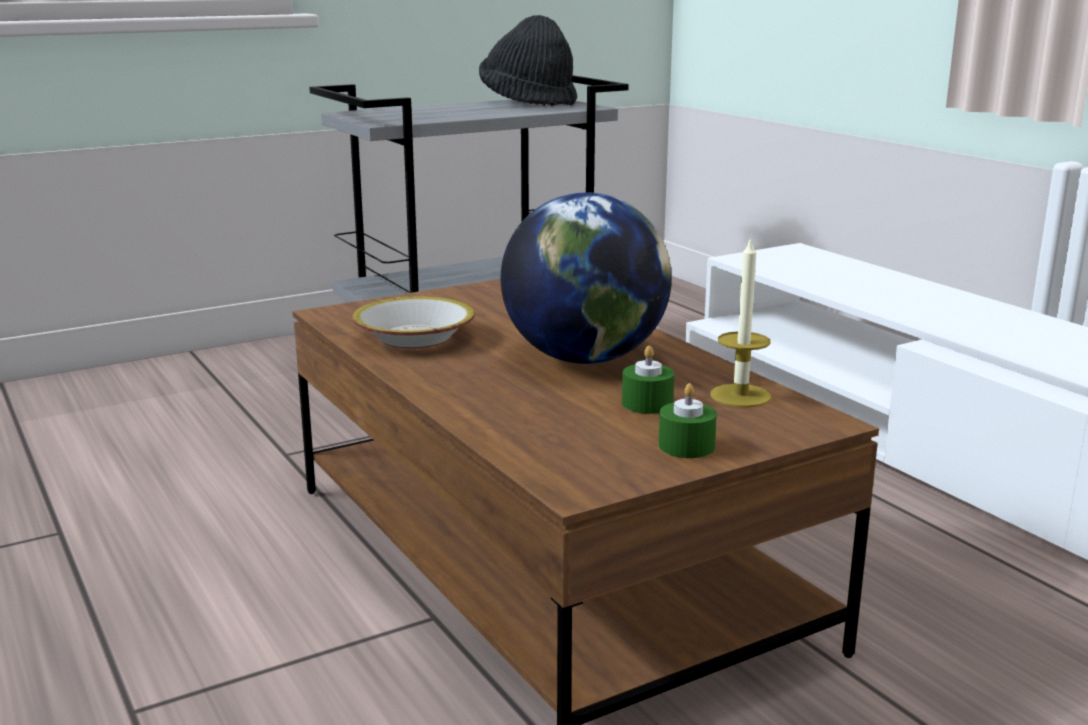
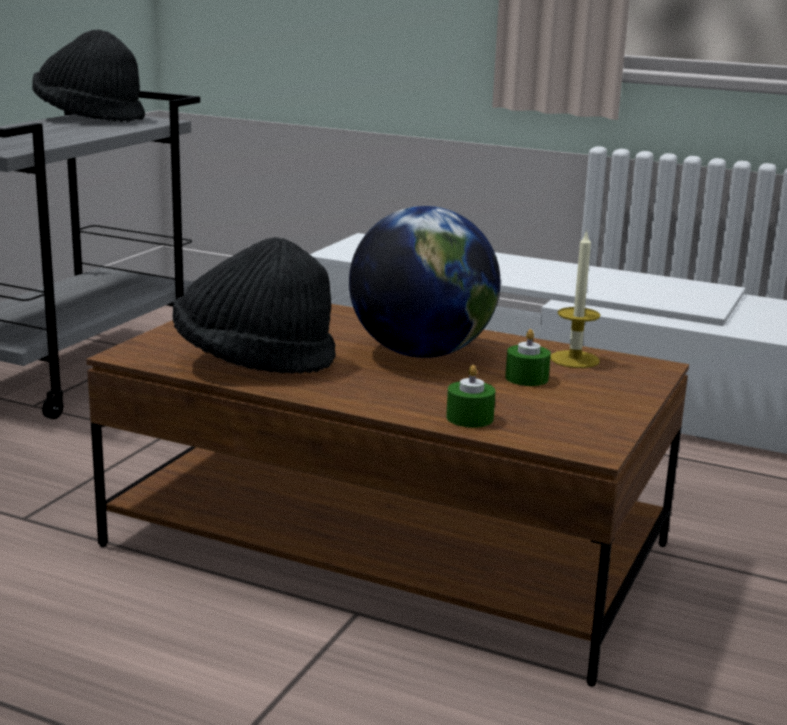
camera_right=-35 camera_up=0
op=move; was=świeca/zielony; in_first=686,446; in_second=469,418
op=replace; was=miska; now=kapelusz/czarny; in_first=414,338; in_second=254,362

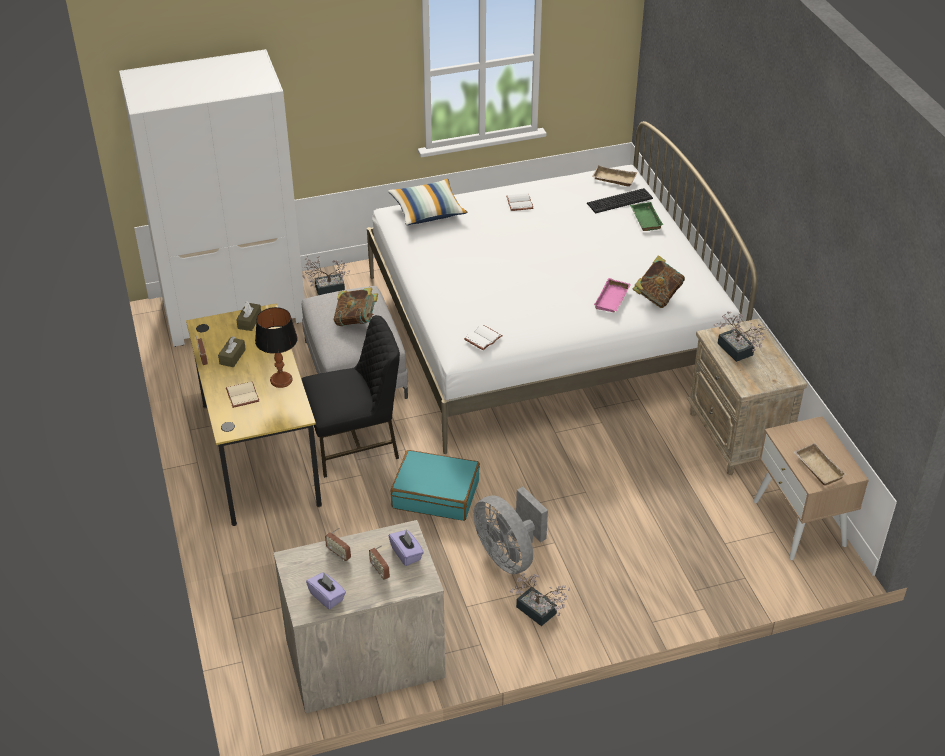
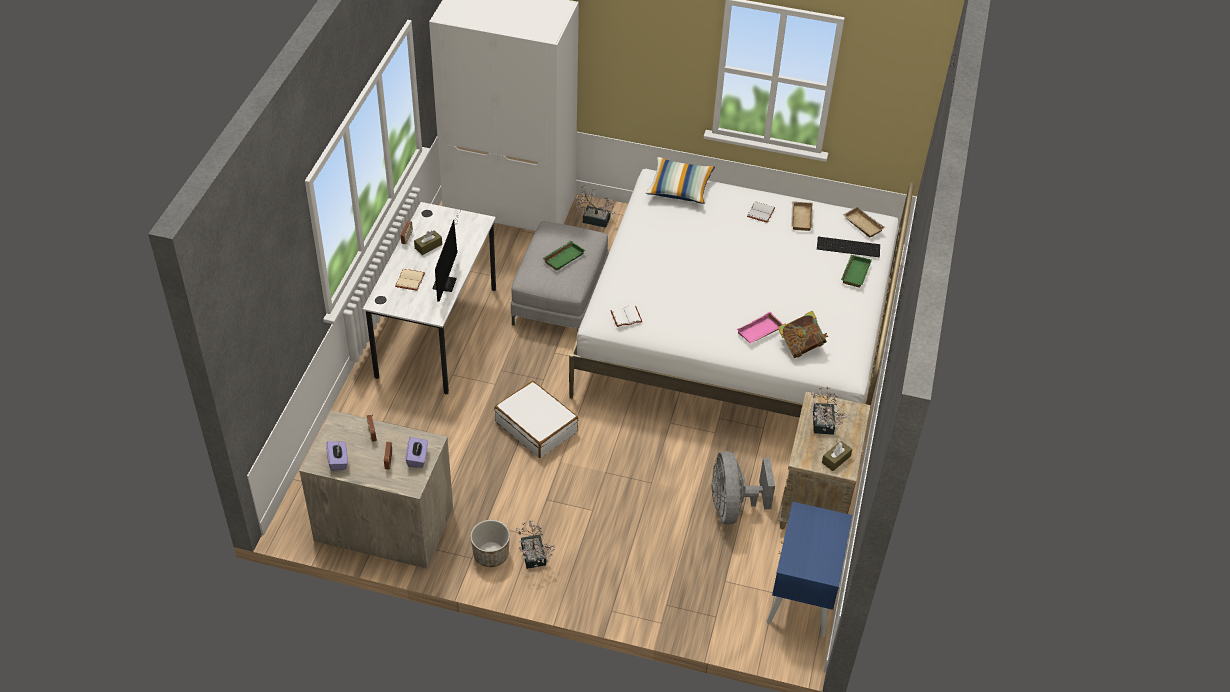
camera_right=30 camera_up=5
op=delete; was=krzesło/czarny; in_first=355,444
op=insert; now=donica; in_second=491,554
op=move; was=pudełko chusteczek/brązowy; in_first=249,321; in_second=836,459
op=move; was=wentylator/szary; in_first=509,555; in_second=733,507
op=move; was=taca/beżowy; in_first=816,468; in_second=800,218
op=replace; was=lampa stołowa; now=monitor; in_first=281,380; in_second=446,281
op=replace; was=książka; now=taca/zielony; in_first=356,320; in_second=563,257
op=recolor; was=biurko/żółty; now=biurko/biały; in_first=260,454; in_second=437,332
op=recolor; was=walizka/turkusowy; now=walizka/biały; in_first=436,494; in_second=536,426
op=recolor; was=szafka nocna/beżowy; now=szafka nocna/niebieski; in_first=799,523; in_second=802,597

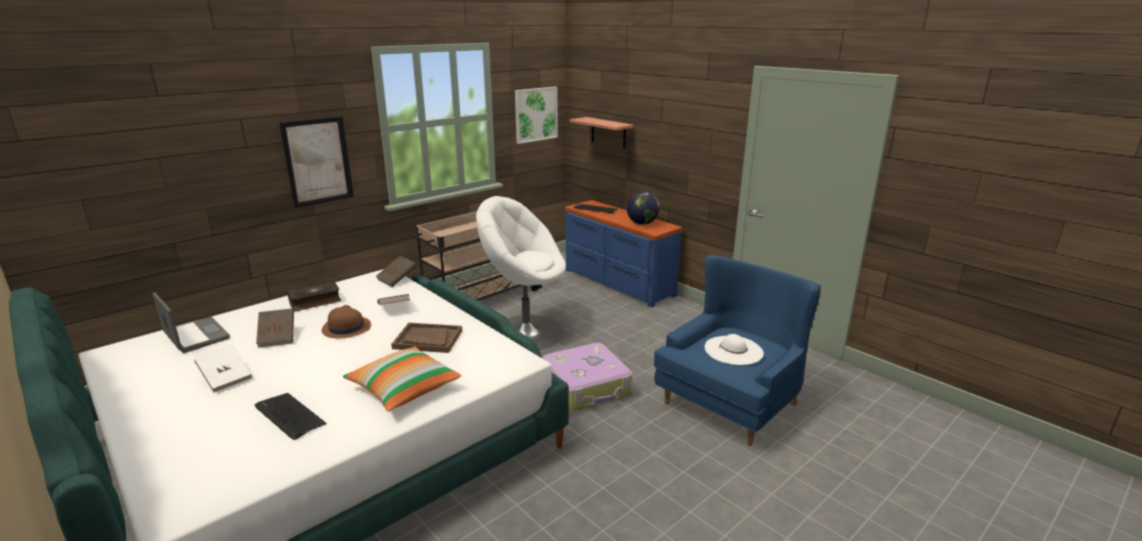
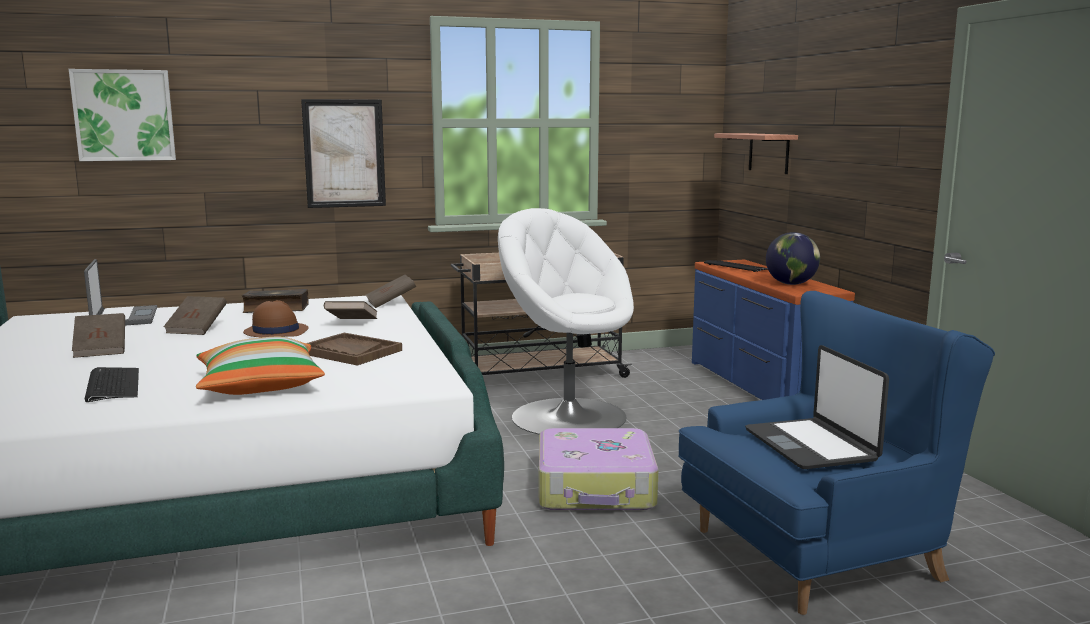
camera_right=25 camera_up=-10
op=move; was=obraz; in_first=535,114; in_second=124,115
op=replace; was=kapelusz/biały; now=laptop; in_first=733,350; in_second=811,445
op=recolor; was=książka/biały; now=książka/brązowy; in_first=225,378; in_second=101,349

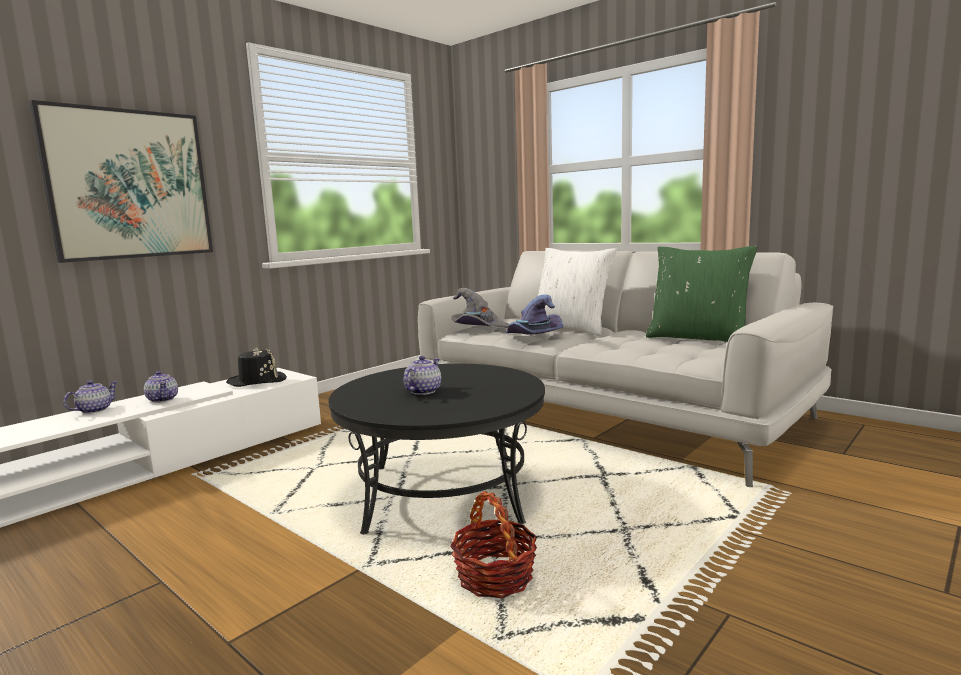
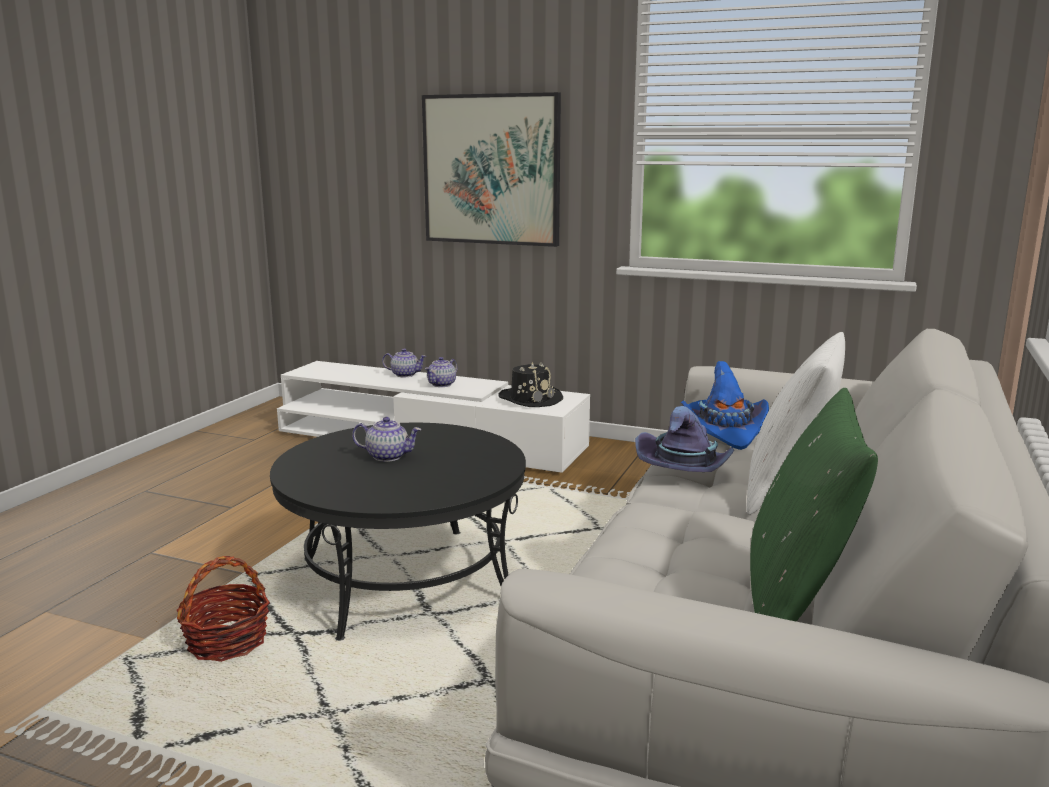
camera_right=70 camera_up=5
op=recolor; was=kapelusz/szary; now=kapelusz/niebieski; in_first=479,328; in_second=725,431

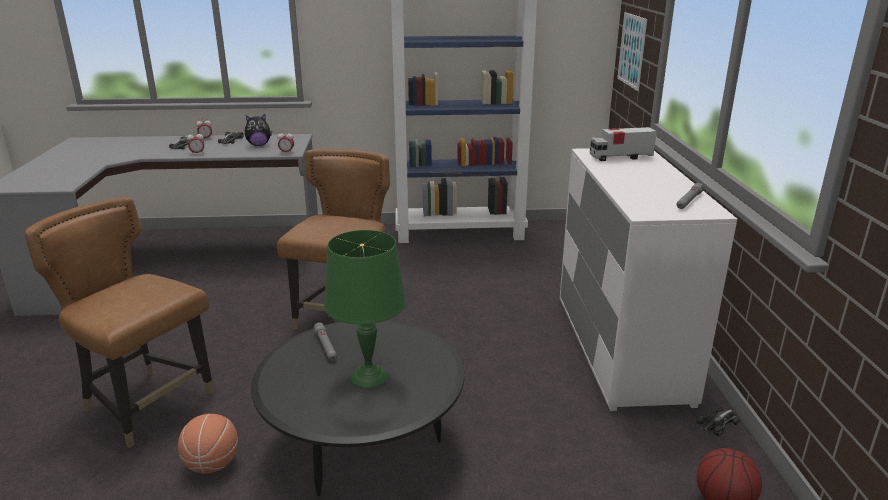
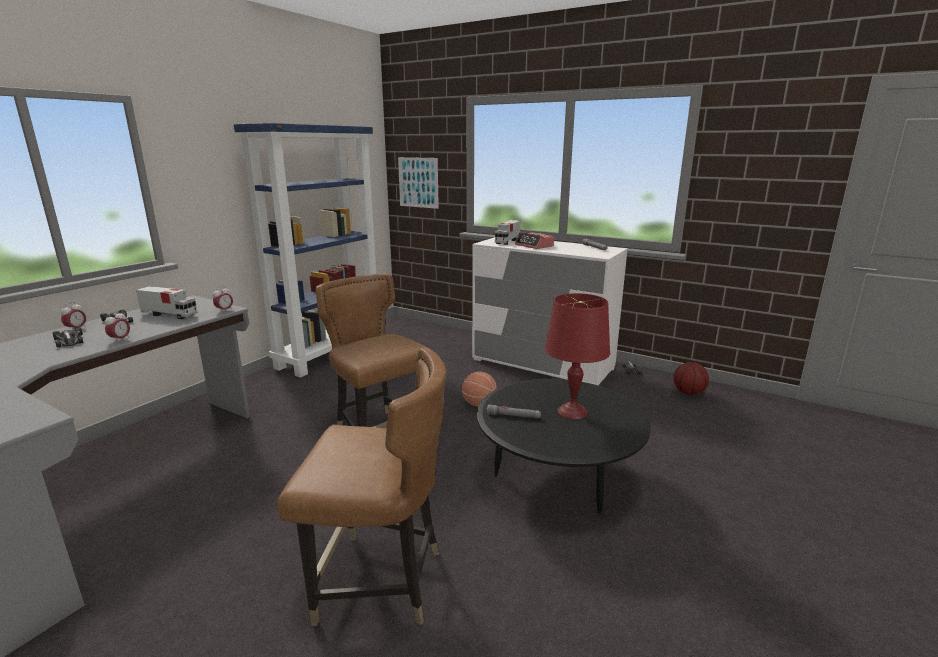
camera_right=-55 camera_up=-5
op=insert; now=budzik; in_second=534,245
op=move; was=piłka do koszykówki; in_first=212,465; in_second=479,404
op=replace; was=pluszak; now=ciężarówka zabawkowa; in_first=259,145; in_second=170,315
op=recolor; was=lampa stołowa/zielony; now=lampa stołowa/czerwony; in_first=368,376; in_second=572,411
op=rotate; was=krzesło/brązowy; in_first=147,404; in_second=380,581; clockwise=-150

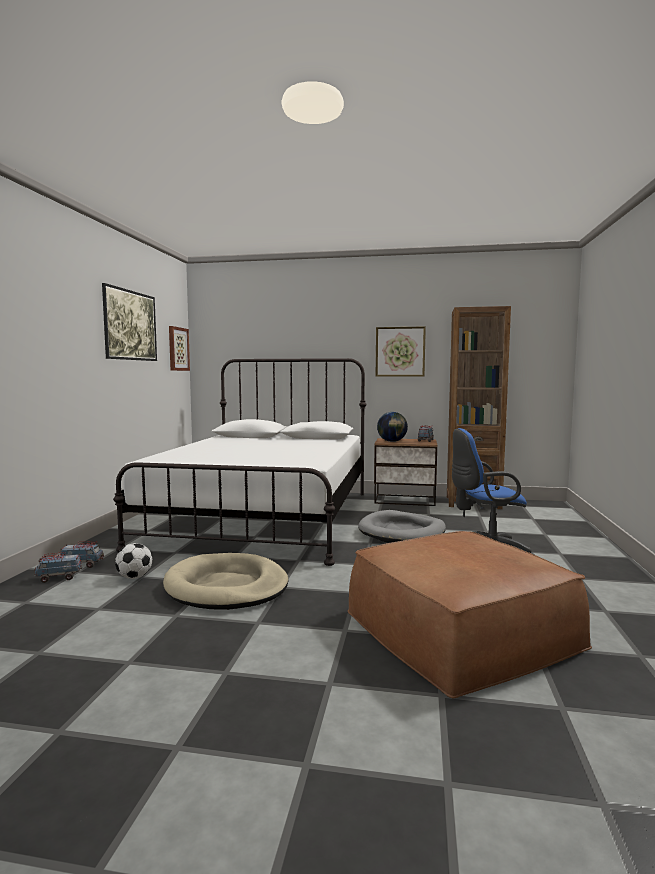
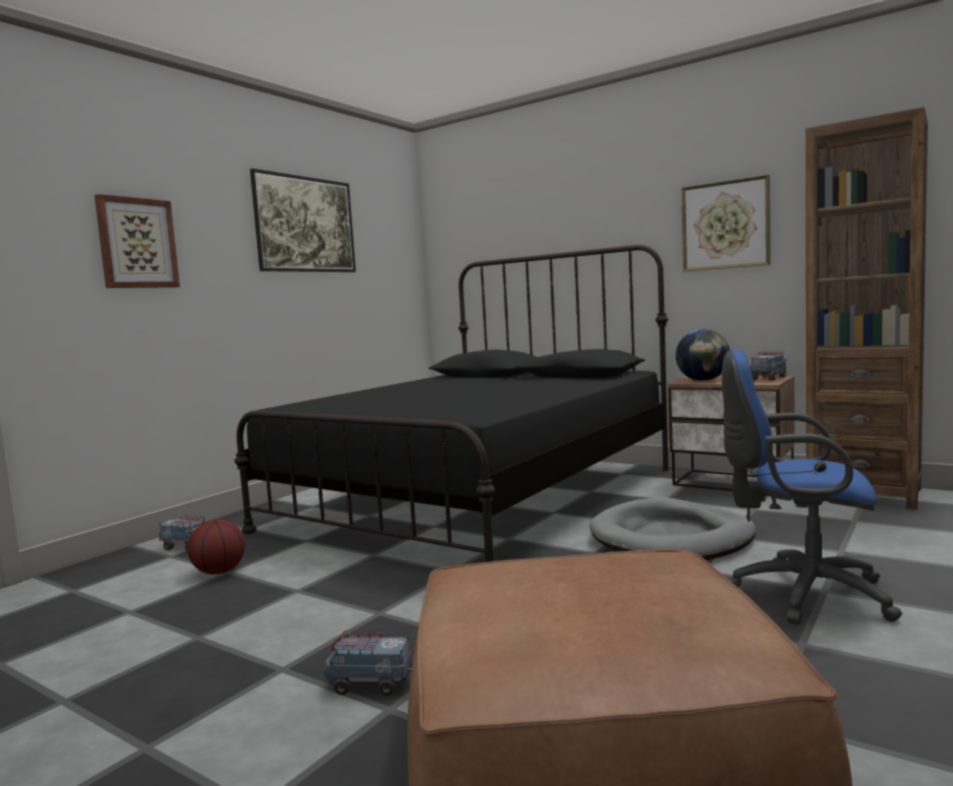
camera_right=25 camera_up=0
op=delete; was=legowisko/beżowy; in_first=226,587
op=move; was=ciężarówka zabawkowa; in_first=58,578; in_second=370,684
op=move; was=obraz; in_first=178,349; in_second=137,243
op=replace; was=piłka futbolowa; now=piłka do koszykówki; in_first=134,577; in_second=219,572
op=recolor; was=łóżko/biały; now=łóżko/czarny; in_first=264,517; in_second=478,498

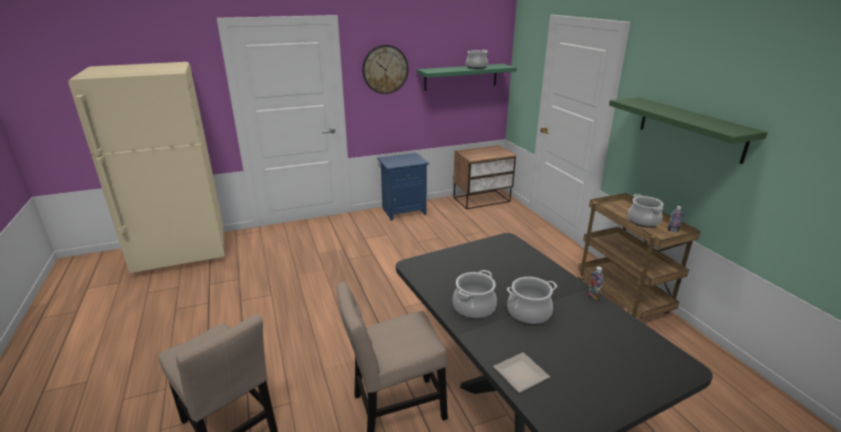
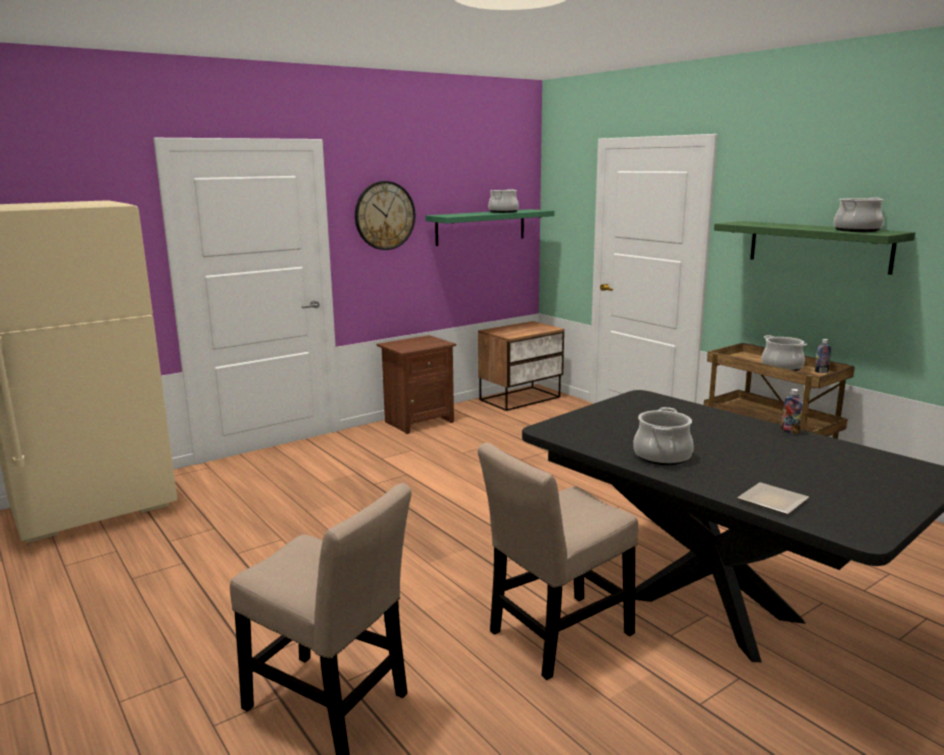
camera_right=-15 camera_up=-10
op=move; was=garnek; in_first=528,313; in_second=857,230
op=recolor; was=szafka nocna/niebieski; now=szafka nocna/brązowy; in_first=403,211; in_second=418,422

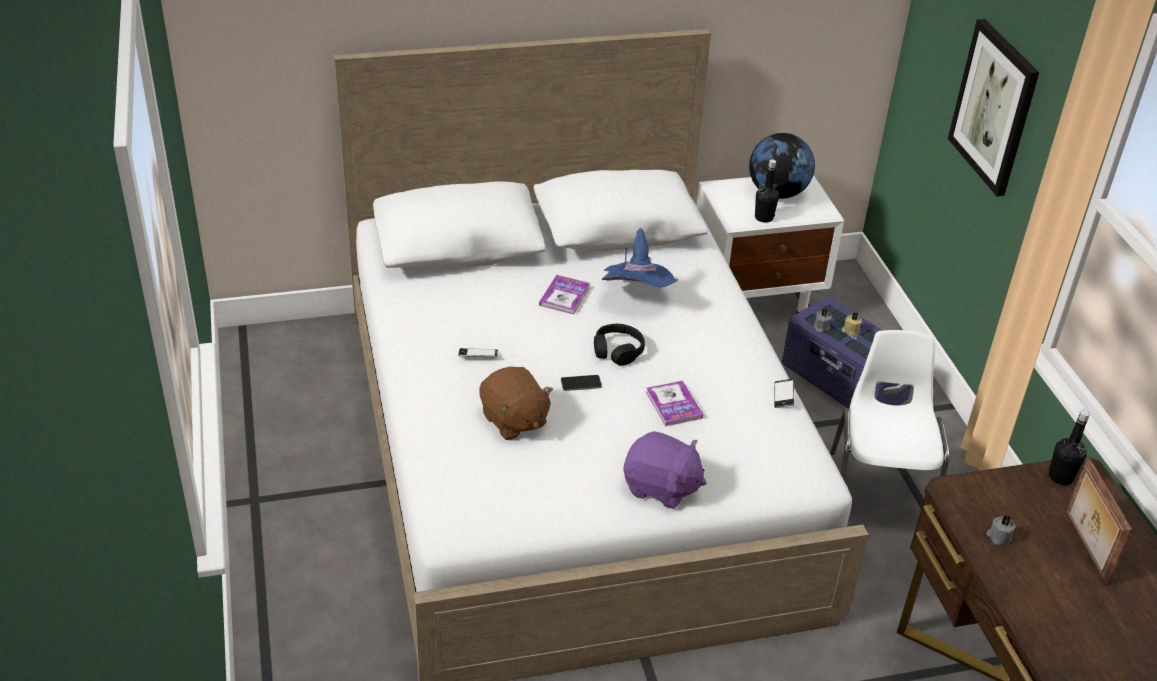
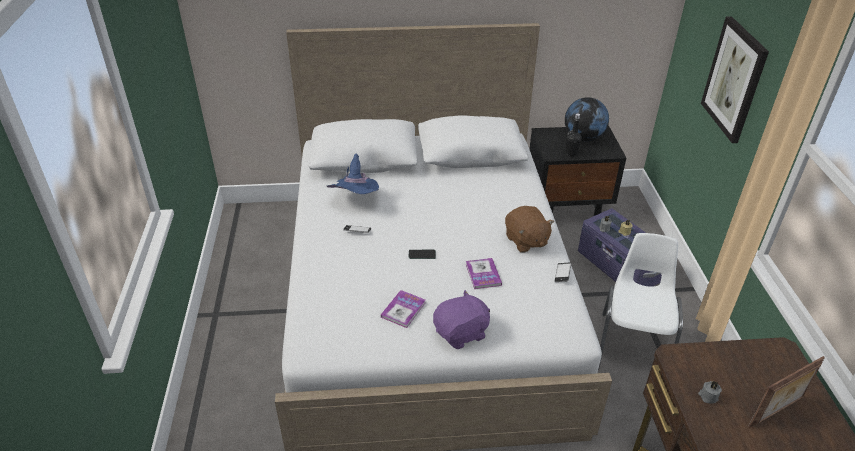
camera_right=10 camera_up=0
op=delete; was=słuchawki/czarny; in_first=617,351
op=delete; was=butelka/czarny; in_first=1060,477
op=move; was=pluszak/brązowy; in_first=514,420; in_second=526,241
op=move; was=książka; in_first=564,296; in_second=403,310
op=move; was=kapelusz/niebieski; in_first=636,296; in_second=356,200
op=recolor; was=szafka nocna/biały; now=szafka nocna/czarny; in_first=756,300; in_second=567,208
op=rotate; was=pluszak/fioletowy; in_first=661,487; in_second=461,333; clockwise=-60
op=rotate; was=ramka na zdjęcie; in_first=1084,548; in_second=777,412; clockwise=-120

